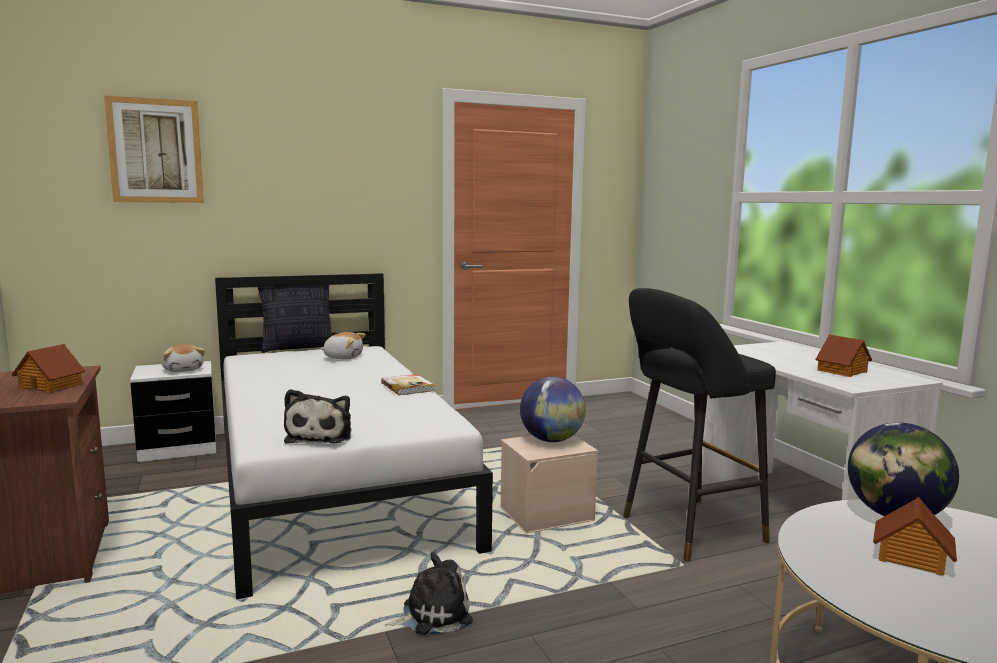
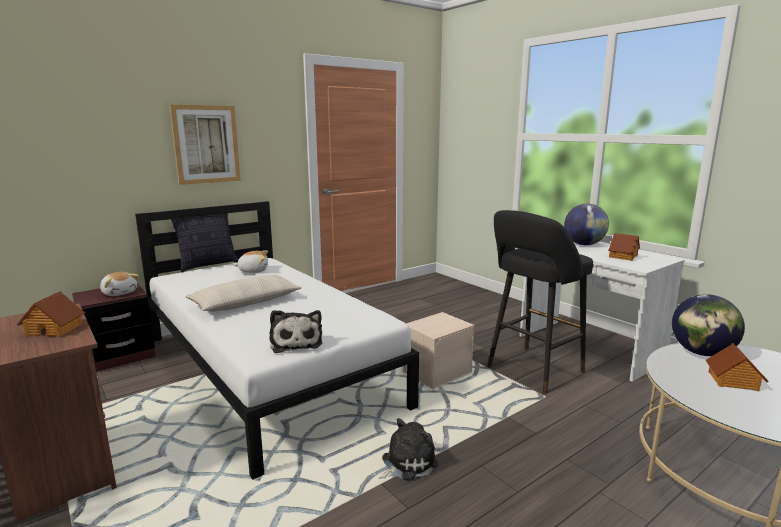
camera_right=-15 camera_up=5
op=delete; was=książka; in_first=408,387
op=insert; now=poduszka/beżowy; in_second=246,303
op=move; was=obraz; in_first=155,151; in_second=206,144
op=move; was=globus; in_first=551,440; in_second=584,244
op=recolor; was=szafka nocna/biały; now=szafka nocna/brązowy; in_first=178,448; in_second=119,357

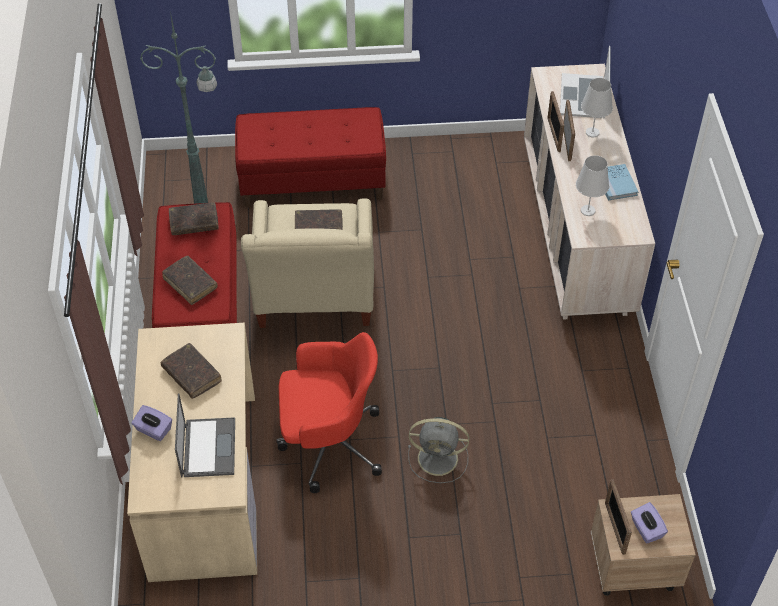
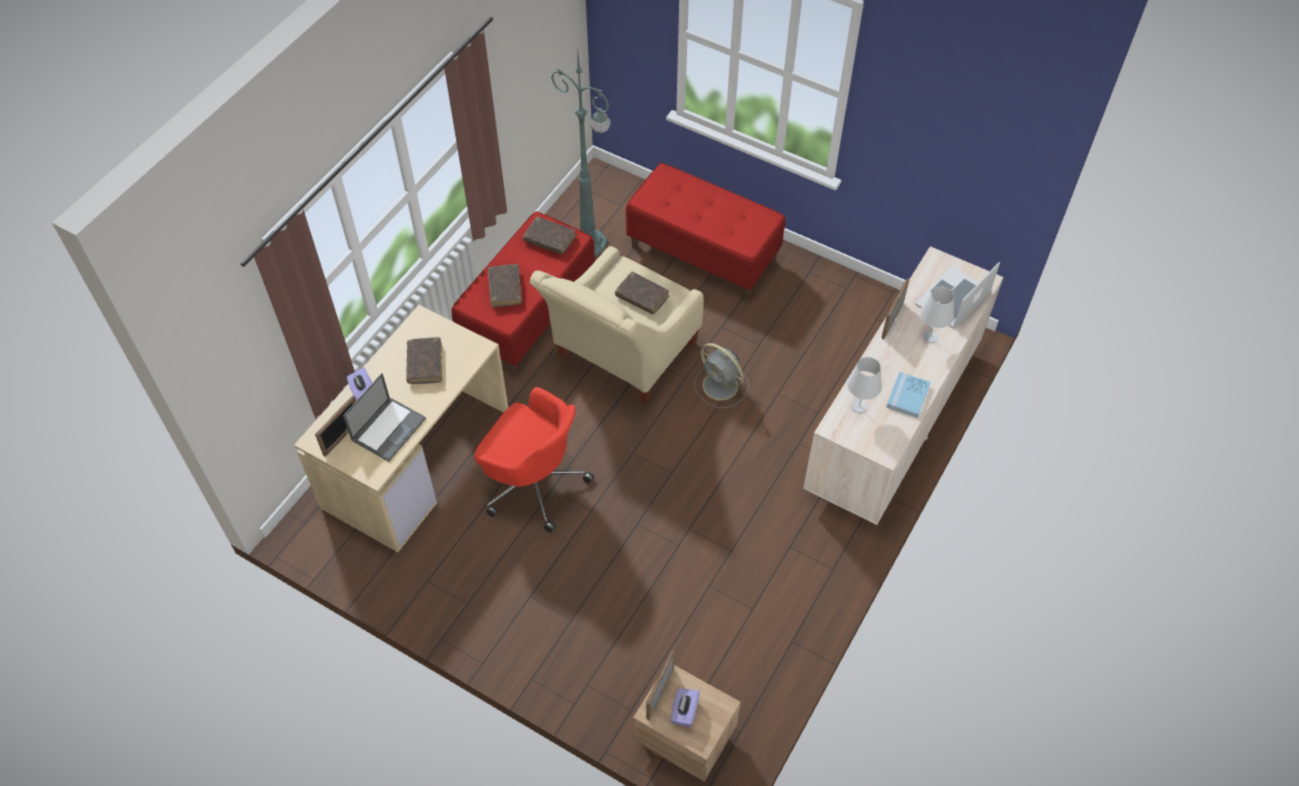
camera_right=35 camera_up=5
op=move; was=wentylator/szary; in_first=439,458; in_second=721,386
op=move; was=ramka na zdjęcie; in_first=567,143; in_second=343,437

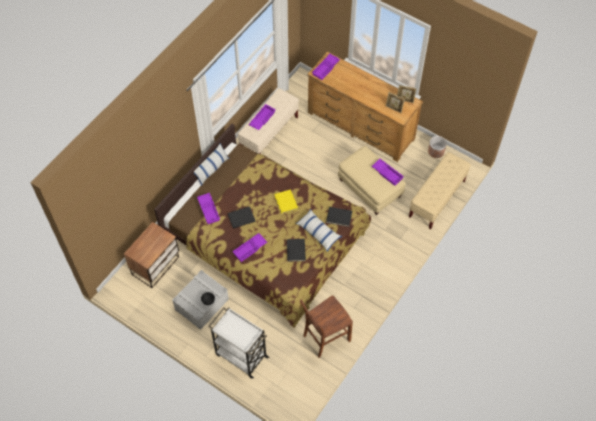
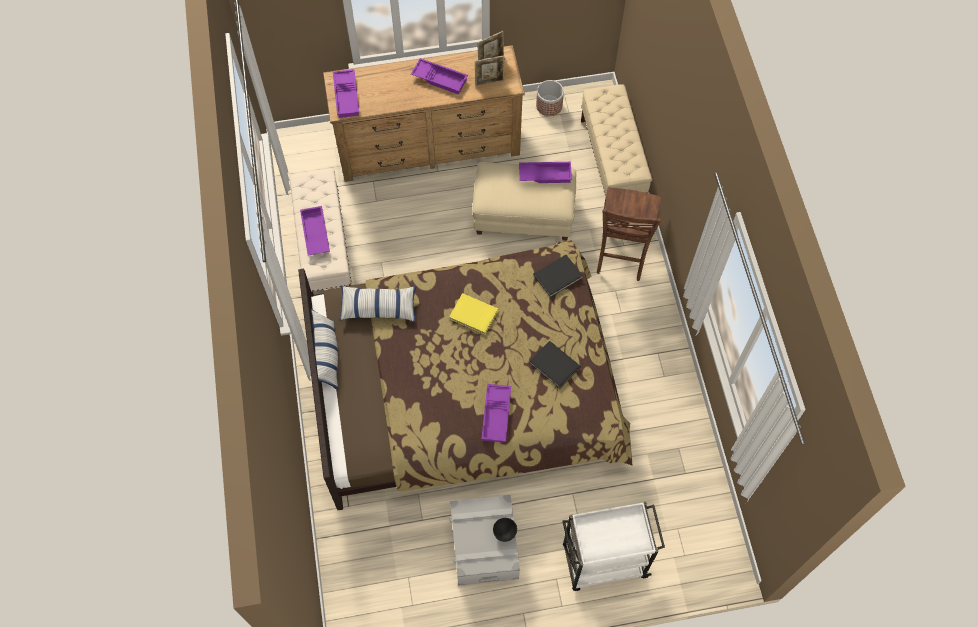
camera_right=-45 camera_up=5
op=delete; was=szafka nocna; in_first=156,265
op=delete; was=książka/czarny; in_first=241,217
op=move; was=taca/fioletowy; in_first=209,210; in_second=440,78
op=move; was=poduszka; in_first=318,232; in_second=378,307
op=move; was=krzesło/brązowy; in_first=325,338; in_second=621,254

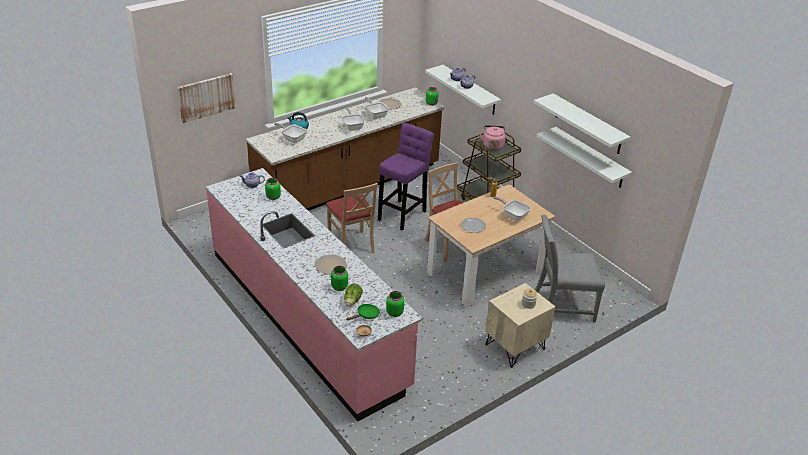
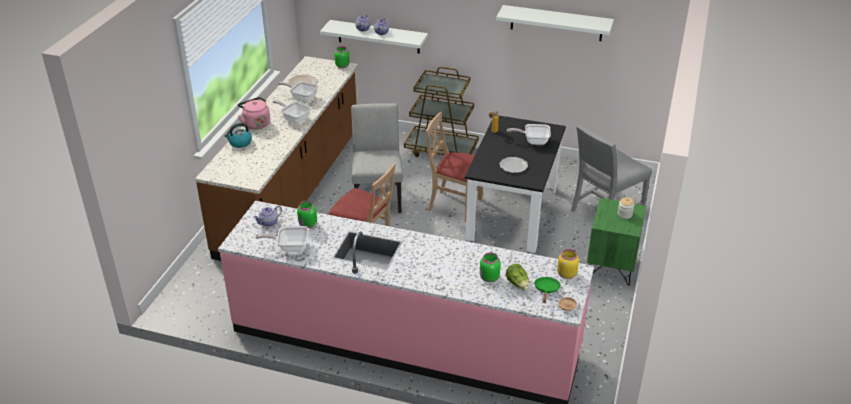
camera_right=-35 camera_up=0
op=delete; was=obraz; in_first=206,97
op=delete; was=talerz; in_first=330,265
op=delete; was=półka/biały; in_first=590,158
op=move; was=patelnia; in_first=292,139; in_second=290,247
op=move; was=czajnik/różowy; in_first=492,145; in_second=256,123
op=replace; was=stołek/fioletowy; now=krzesło/szary; in_first=403,214; in_second=378,195
op=recolor; was=słoik/zielony; now=słoik/żółty; in_first=394,312; in_second=566,274
op=recolor; was=stół jadalny/beżowy; now=stół jadalny/czarny; in_first=485,272; in_second=512,214
op=recolor; was=szafka nocna/beżowy; now=szafka nocna/zielony; in_first=515,347; in_second=612,266

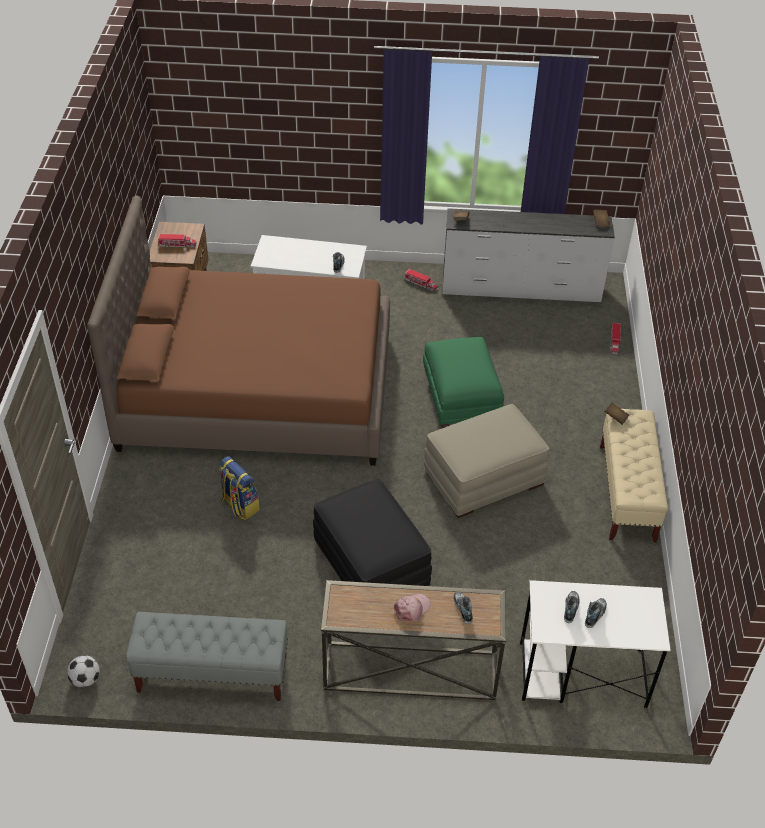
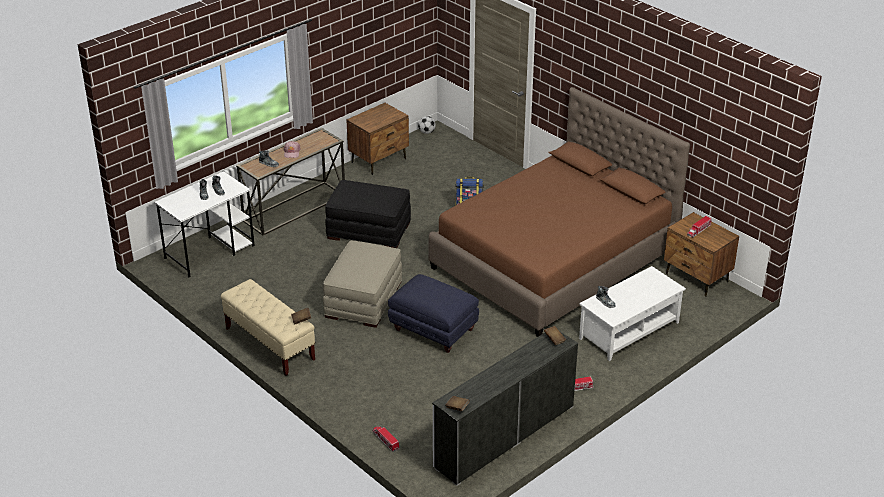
camera_right=135 camera_up=-10
op=replace; was=ławka/szary; now=szafka nocna/brązowy; in_first=212,674; in_second=379,160
op=recolor; was=pufa/zielony; now=pufa/niebieski; in_first=461,402; in_second=432,330

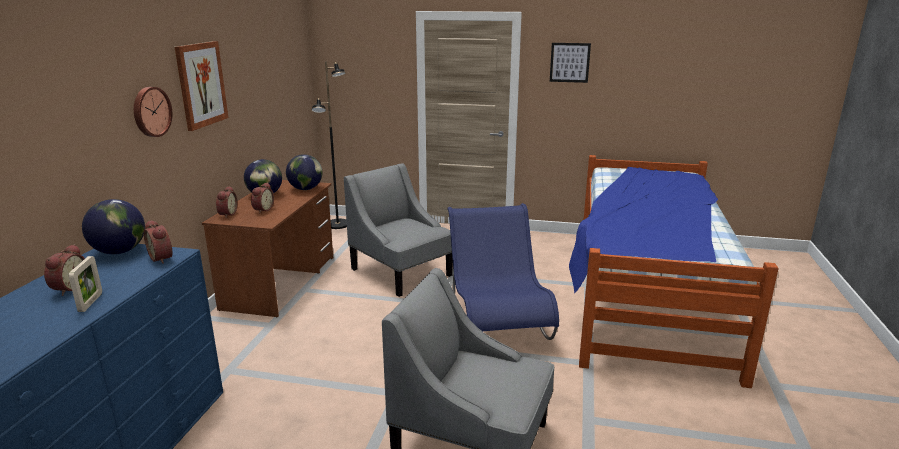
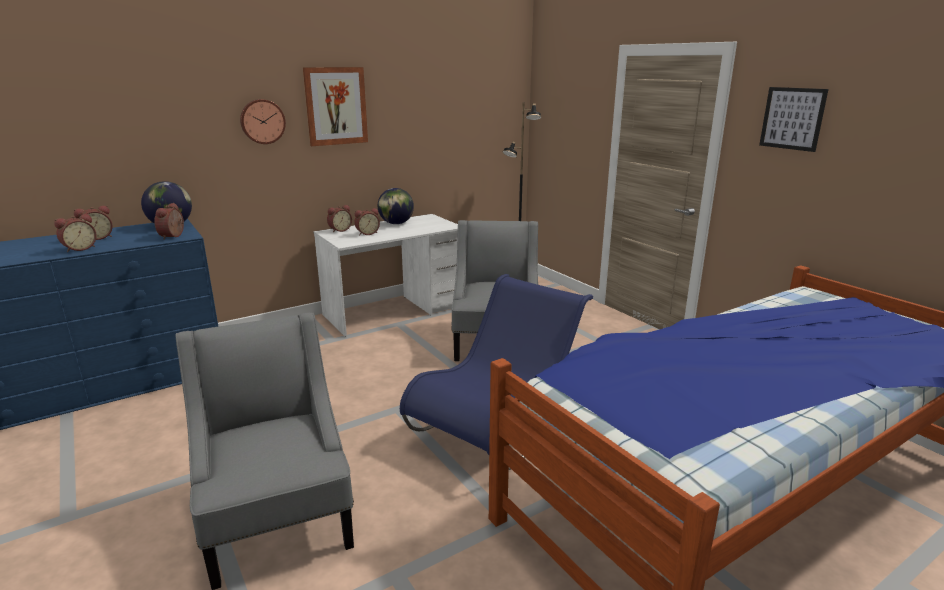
camera_right=45 camera_up=0
op=delete; was=globus; in_first=306,189
op=replace; was=ramka na zdjęcie; now=budzik; in_first=90,302; in_second=79,248
op=recolor; was=biurko/brązowy; now=biurko/biały; in_first=281,282; in_second=394,311

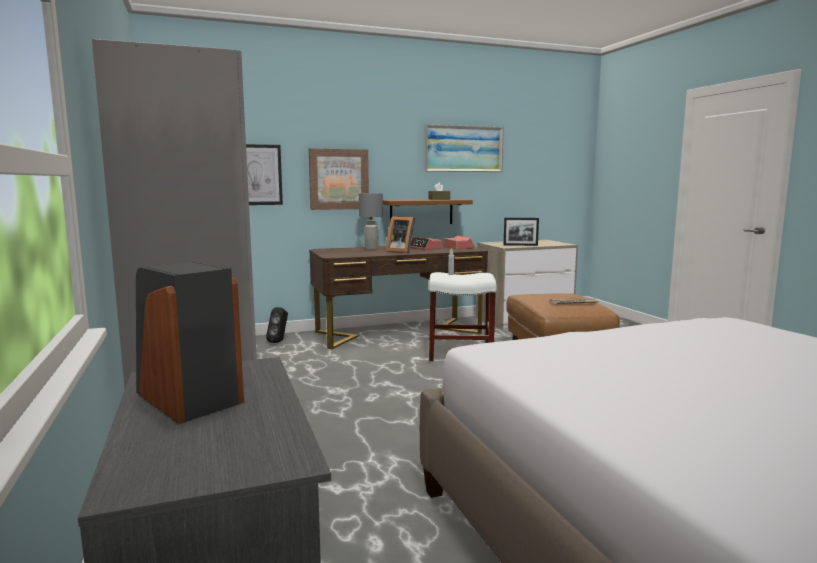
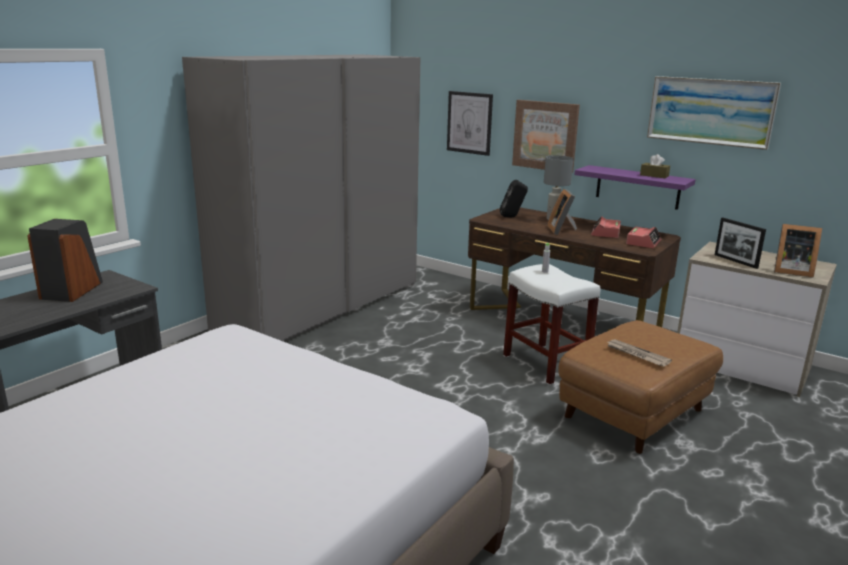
camera_right=55 camera_up=10
op=insert; now=ramka na zdjęcie; in_second=790,271
op=move; was=głośnik/czarny; in_first=279,341; in_second=512,217
op=recolor; was=półka/brązowy; now=półka/fioletowy; in_first=421,212; in_second=637,187

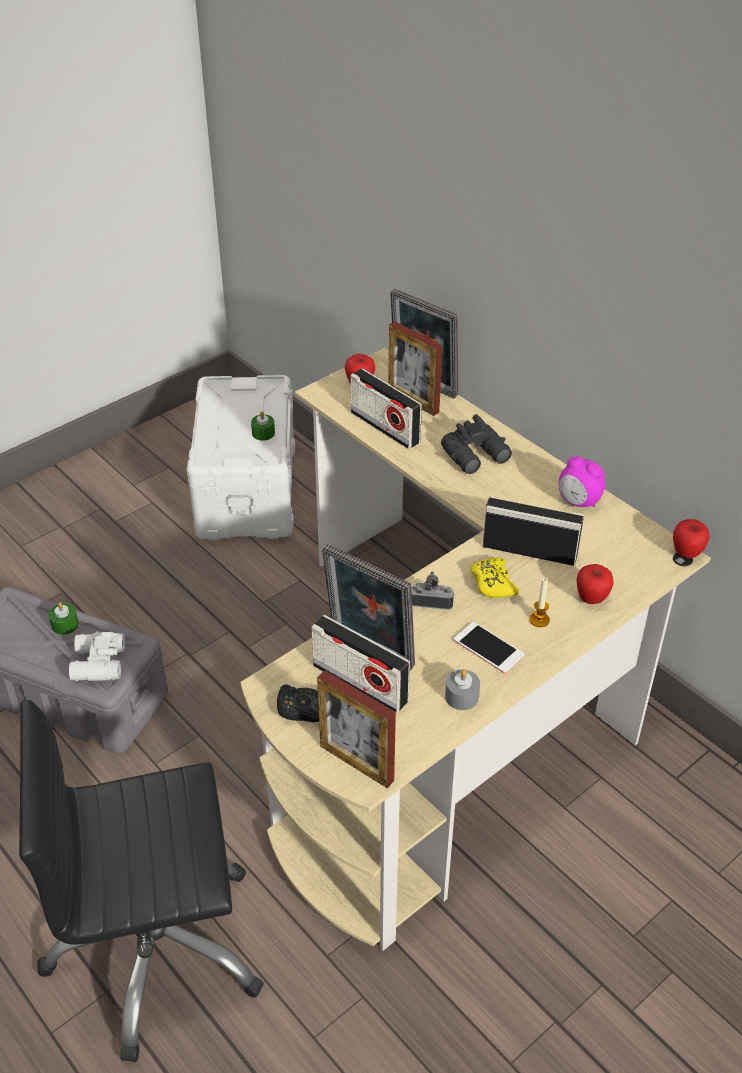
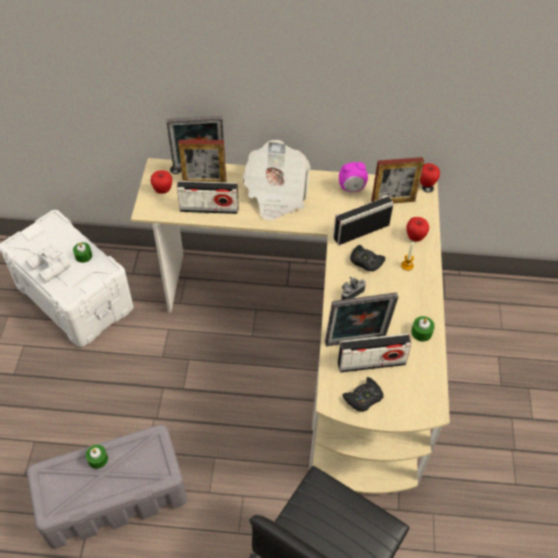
camera_right=-45 camera_up=10
op=delete; was=telefon; in_first=488,648
op=move; was=lornetka/biały; in_first=97,664; in_second=49,268
op=move; was=ramka na zdjęcie; in_first=356,763; in_second=393,201
op=replace; was=lornetka/czarny; now=gazeta; in_first=477,456; in_second=276,194
op=recolor; was=świeca/szary; now=świeca/zielony; in_first=461,696; in_second=421,332
op=recolor; was=pad do gier/żółty; now=pad do gier/czarny; in_first=493,583; in_second=365,261

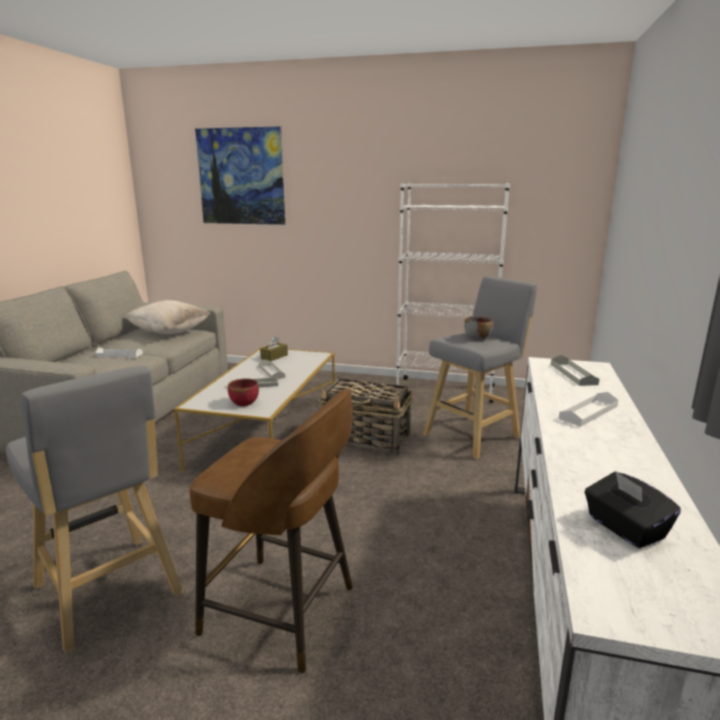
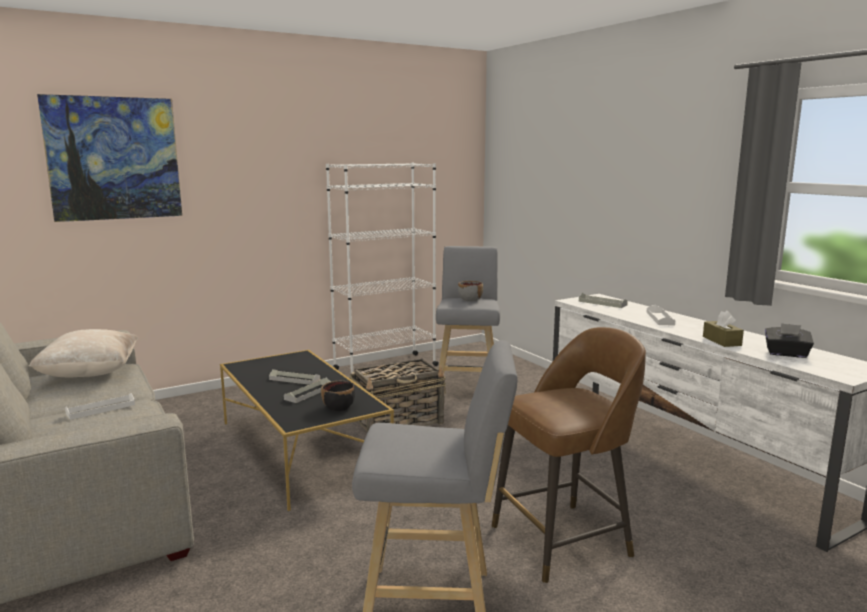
camera_right=-45 camera_up=-5
op=move; was=pudełko chusteczek/brązowy; in_first=274,357; in_second=721,341
op=recolor; was=ława/biały; now=ława/czarny; in_first=269,431; in_second=301,449
op=recolor; was=miska/czerwony; now=miska/czarny; in_first=244,403; in_second=339,408

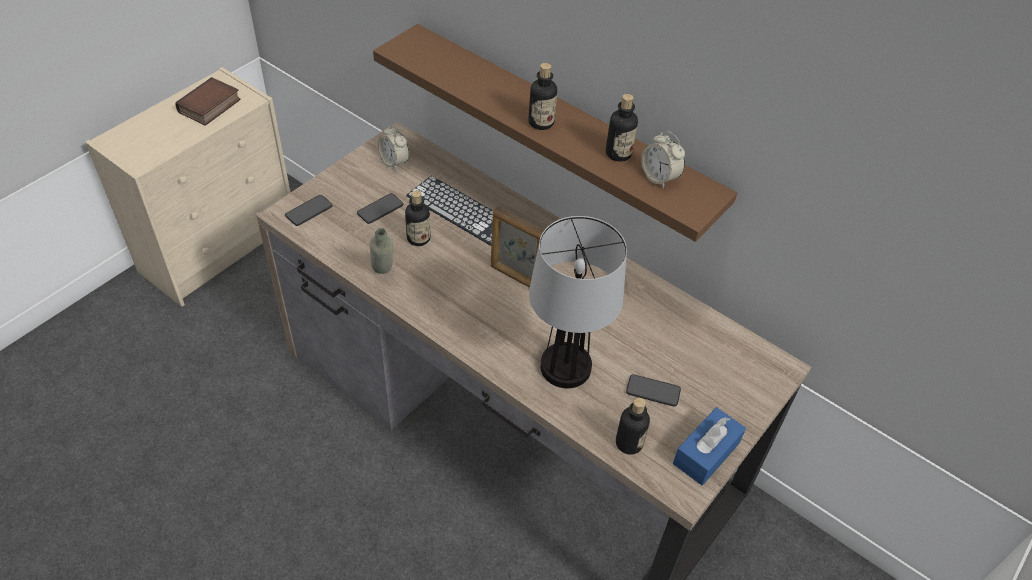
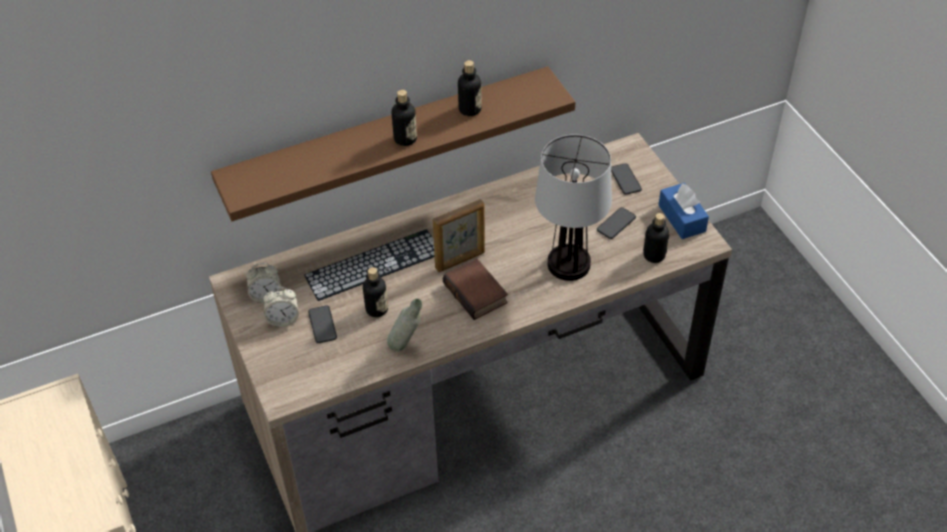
camera_right=-60 camera_up=0
op=move; was=książka; in_first=210,107; in_second=477,293
op=move; was=telefon; in_first=309,211; in_second=625,179
op=move; was=budzik; in_first=659,177; in_second=283,319

